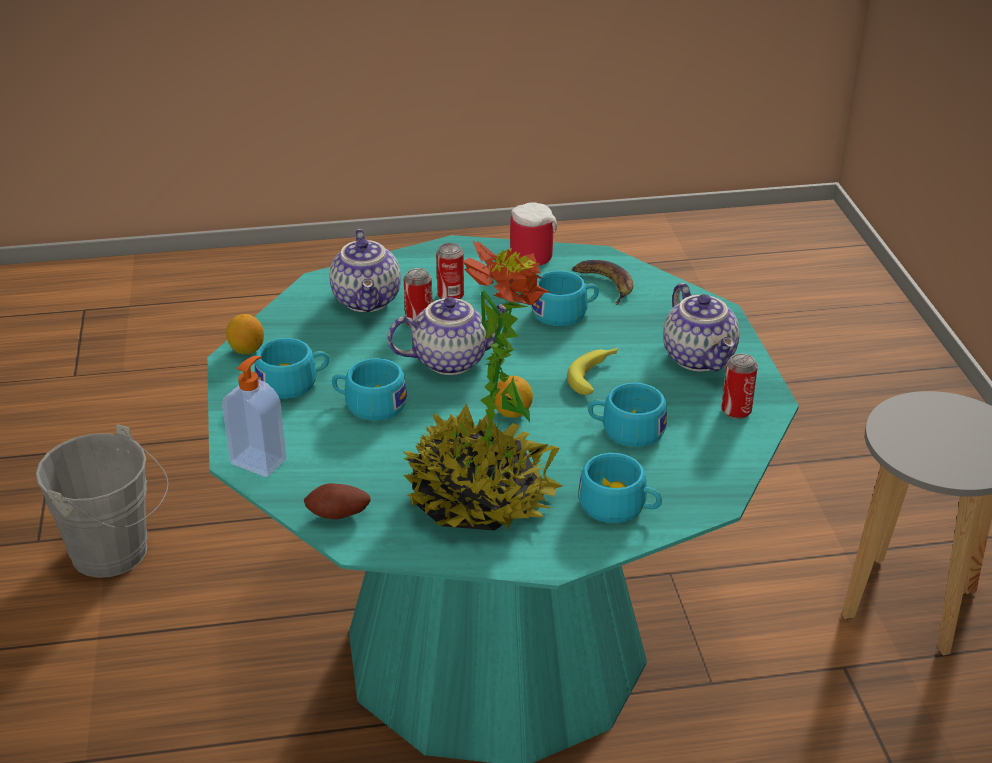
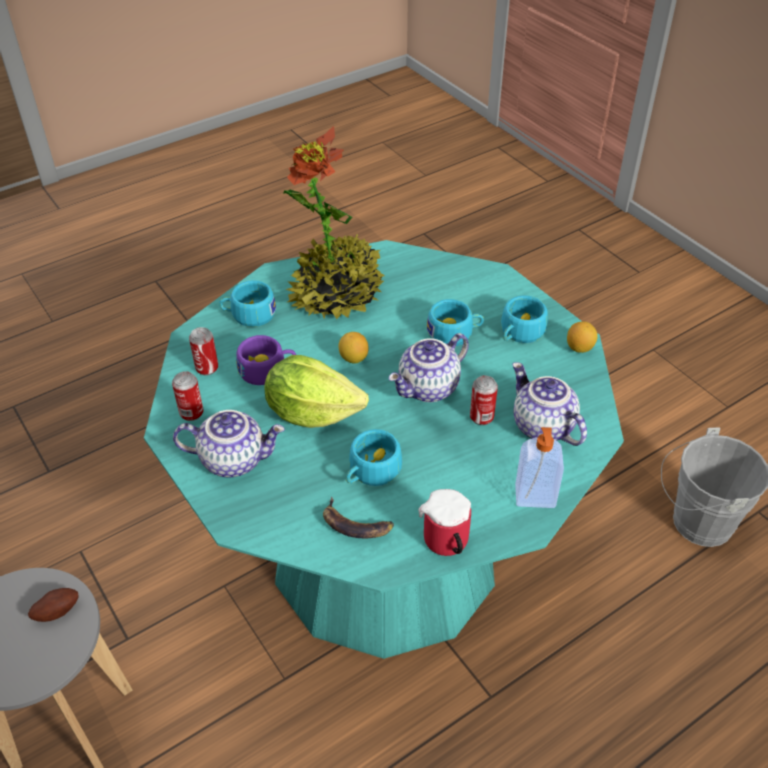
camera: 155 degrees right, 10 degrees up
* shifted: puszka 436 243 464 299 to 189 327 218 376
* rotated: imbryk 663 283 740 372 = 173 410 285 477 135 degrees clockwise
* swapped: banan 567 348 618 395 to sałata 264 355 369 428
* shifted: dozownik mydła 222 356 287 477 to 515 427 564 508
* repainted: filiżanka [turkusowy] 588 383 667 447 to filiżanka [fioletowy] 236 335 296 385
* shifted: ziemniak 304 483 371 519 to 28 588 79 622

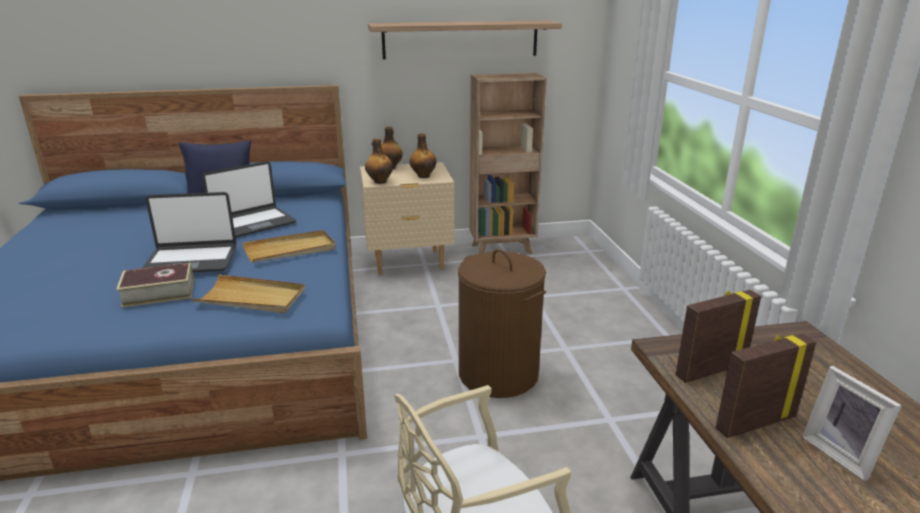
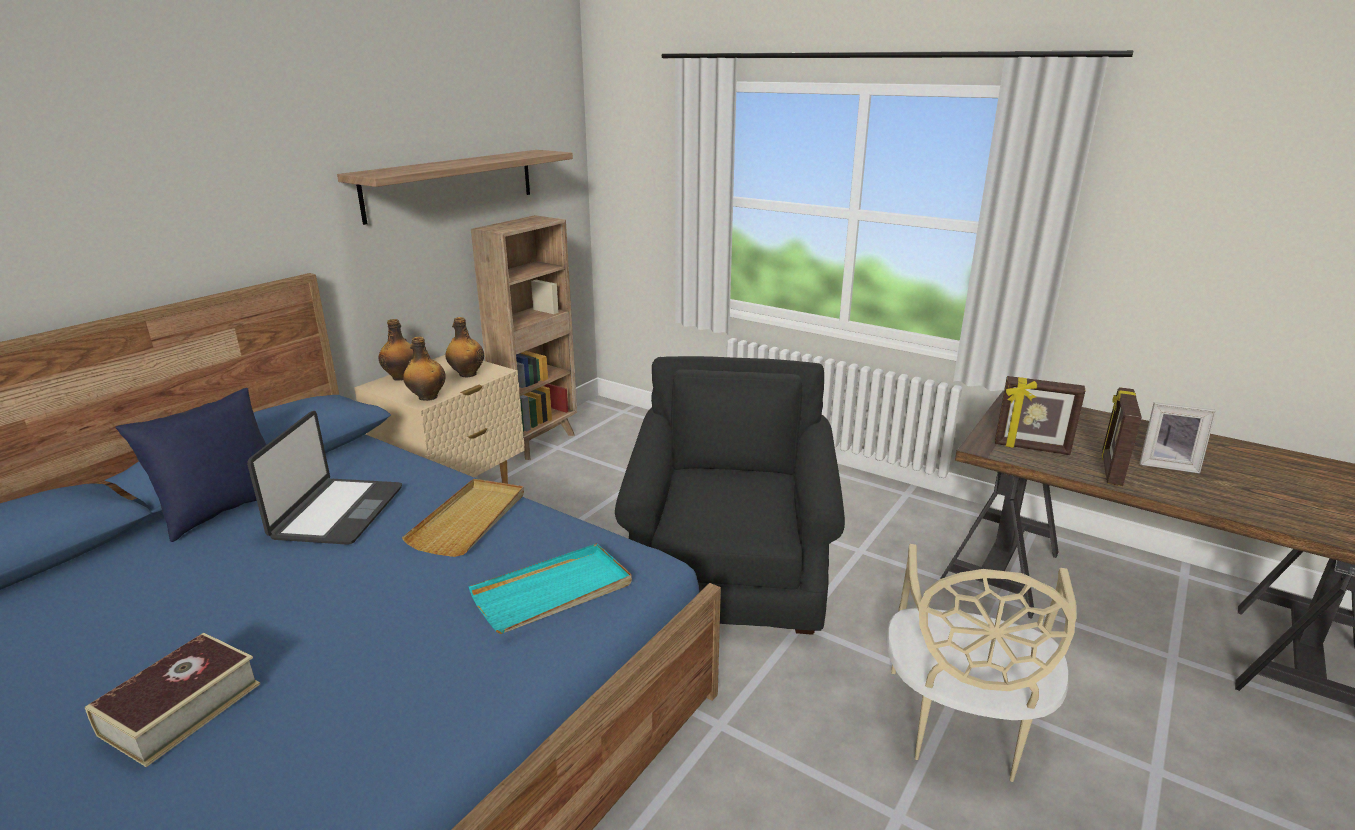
camera: 45 degrees left, 0 degrees up
* gone: laptop 142 192 236 273
* swapped: kosz na pranie [brązowy] 458 249 546 398 to fotel [czarny] 615 356 845 635
* shifted: książka 116 263 194 308 to 85 633 260 767
* repainted: taca [beżowy] 191 275 305 313 to taca [turkusowy] 468 543 632 634
* rotated: ramka na zdjęcie 675 290 761 383 = 995 376 1086 455 90 degrees counterclockwise

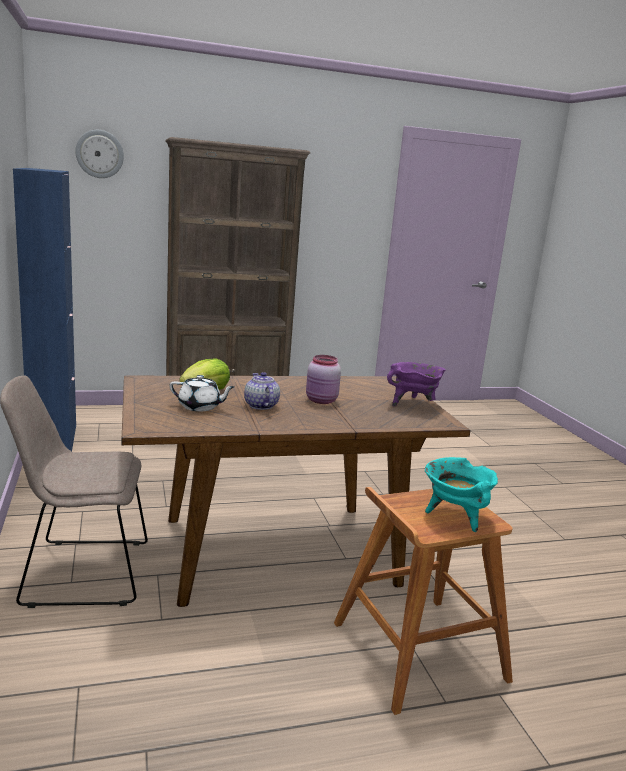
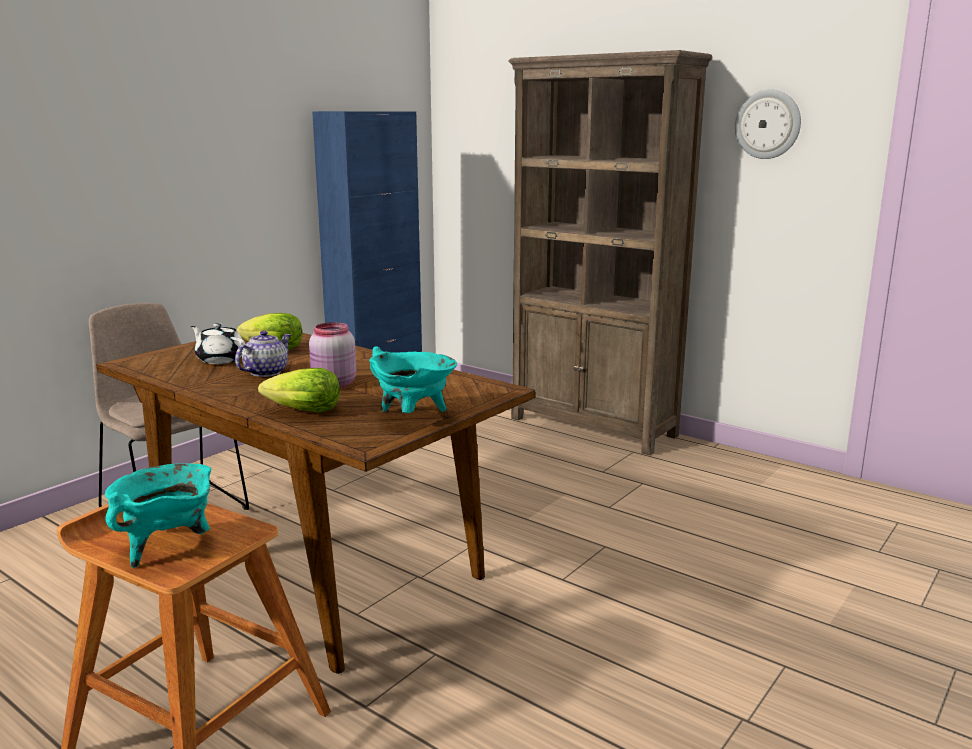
camera: 55 degrees right, 0 degrees up
* shifted: zegar ścienny 75 130 124 178 to 735 89 801 159
* repainted: garnek [fioletowy] 387 362 445 406 to garnek [turkusowy] 369 346 457 413
* rotated: imbryk [biały] 169 375 235 411 = 191 323 245 364 150 degrees clockwise
* new: sałata 258 368 340 413

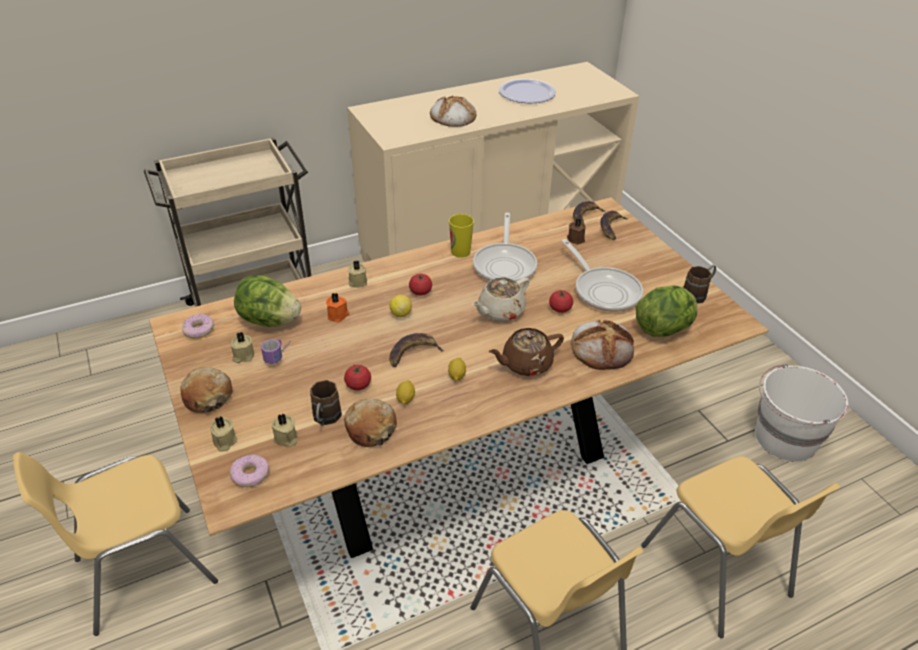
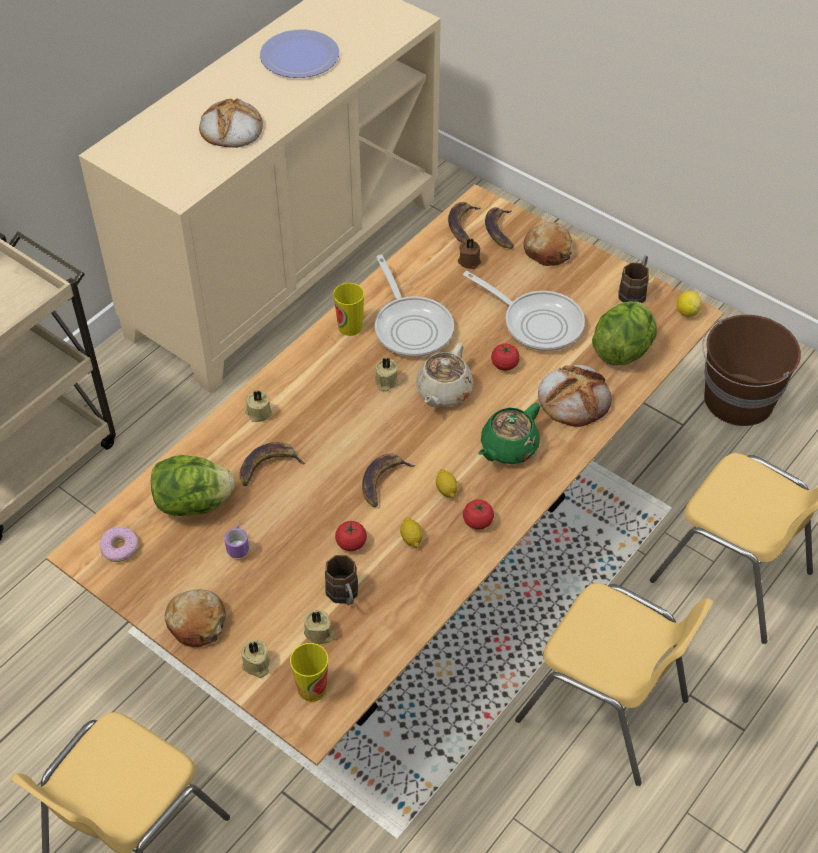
camera: 25 degrees left, 10 degrees up
* shifted: pomidor 409 274 432 295 to 463 499 494 530
* swapped: świeca [pomarańczowy] 326 293 349 322 to banan 239 442 305 486
* shifted: cytryna 389 295 412 317 to 677 291 702 317
* repainted: imbryk [brązowy] 489 328 564 376 to imbryk [zielony] 478 403 540 464
* shifted: świeca [beżowy] 231 332 254 363 to 375 357 398 392
* repainted: wiadro [biały] 755 364 848 462 to wiadro [brązowy] 702 315 801 426
* shifted: chleb 344 399 397 447 to 524 222 574 266
* swapped: donut 230 454 269 487 to filiżanka 290 643 328 702

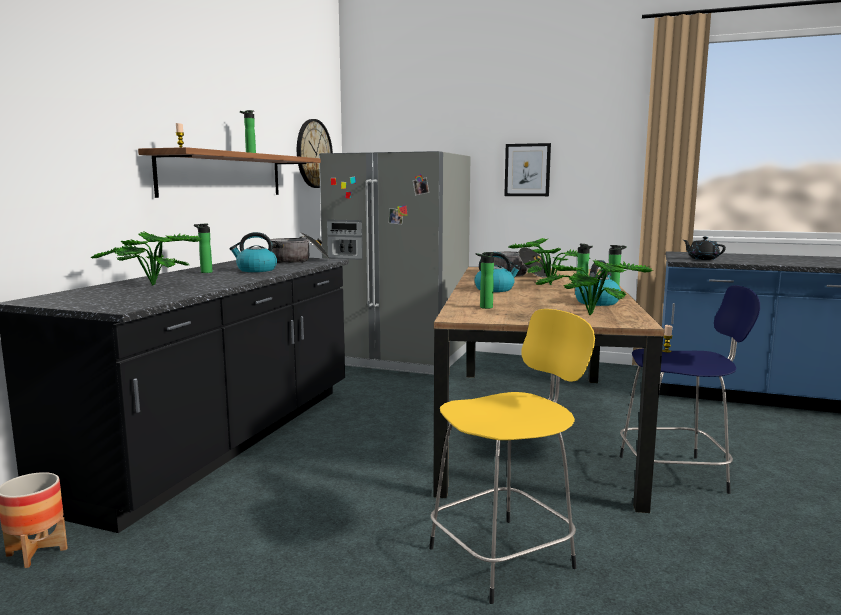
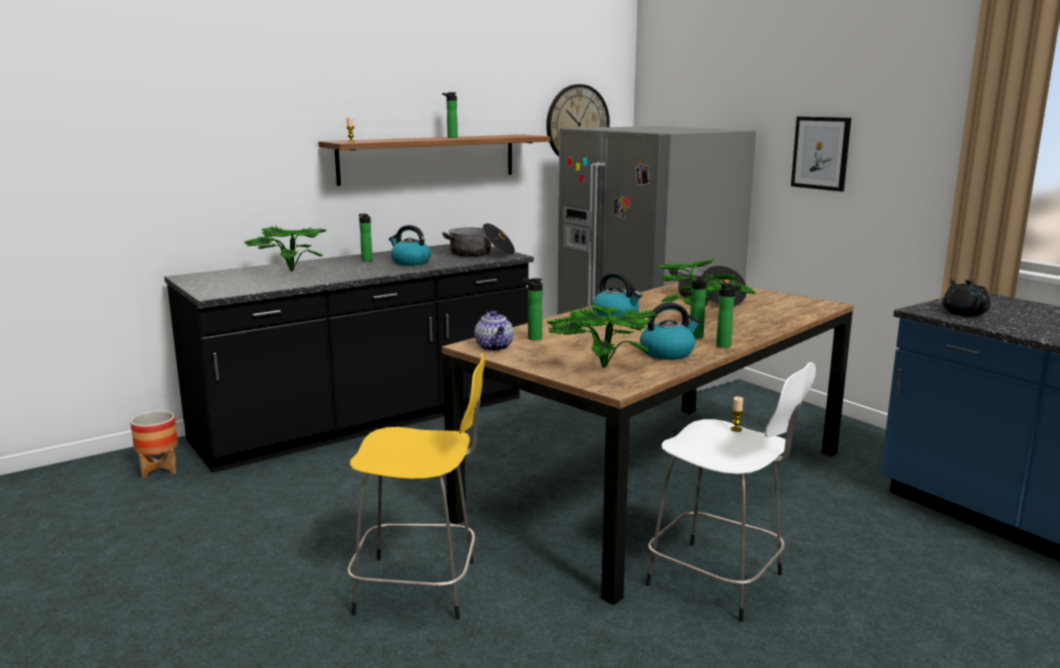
camera: 35 degrees right, 5 degrees up
* repainted: stołek [niebieski] 619 285 760 494 to stołek [biały] 646 362 816 622
* new: imbryk 475 311 514 351

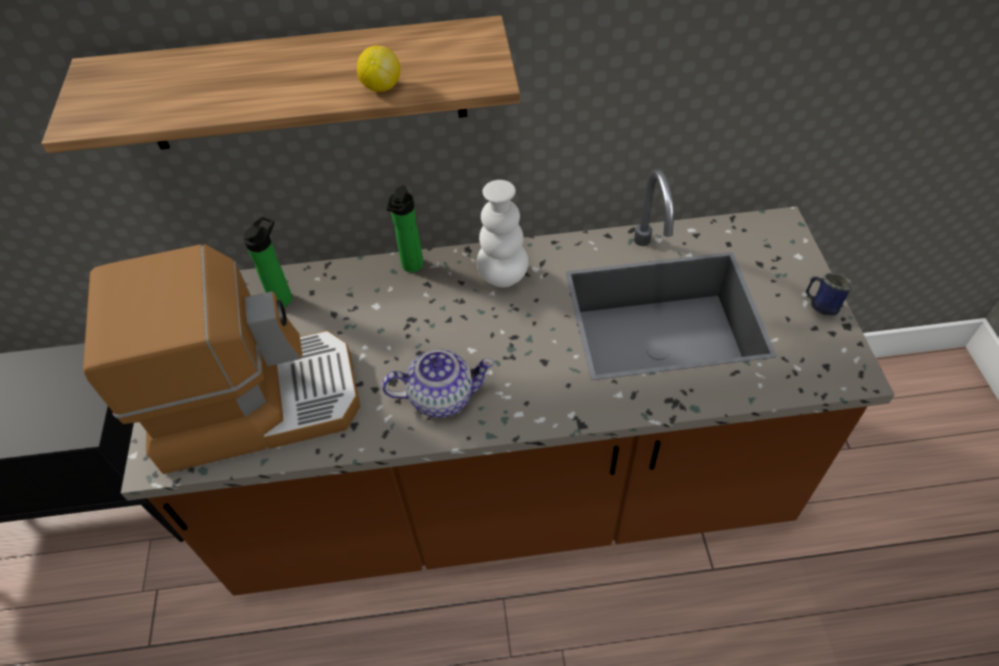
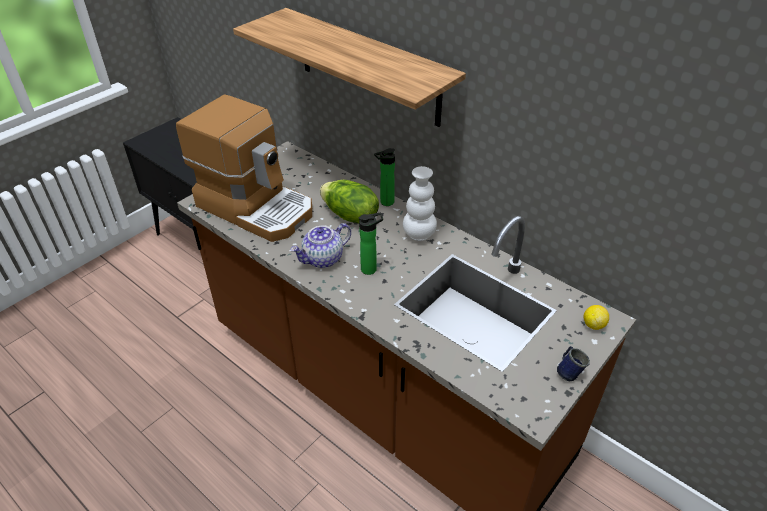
camera: 45 degrees right, 10 degrees down
* shifted: cytryna 357 46 401 92 to 584 305 609 330
* shifted: butelka 243 216 292 307 to 359 213 383 275
* rotated: imbryk 382 349 494 418 = 290 223 351 268 105 degrees clockwise
* new: sałata 320 180 379 224

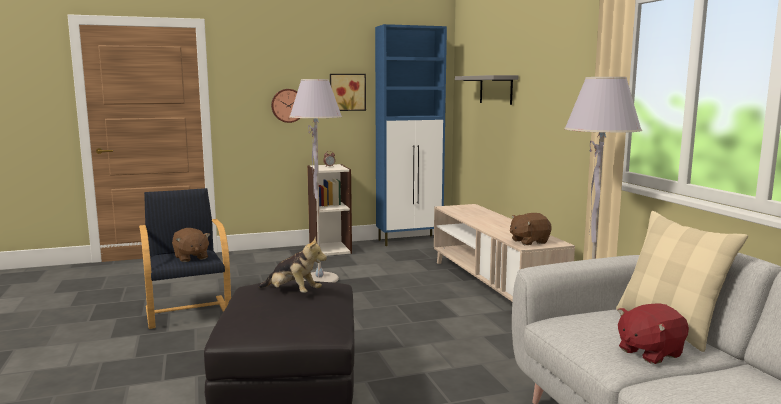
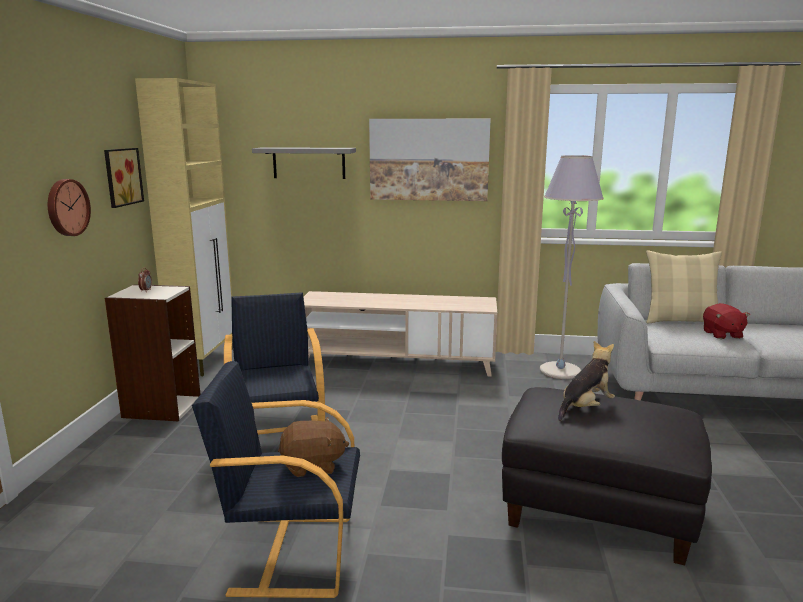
camera: 65 degrees left, 5 degrees up
* repainted: szafka [niebieski] 375 24 447 246 to szafka [beżowy] 135 78 233 376
* swapped: lampa stojąca [szary] 289 79 342 283 to fotel [czarny] 224 292 325 435
* gone: pluszak [brązowy] 510 213 552 245
* new: obraz 369 119 491 201

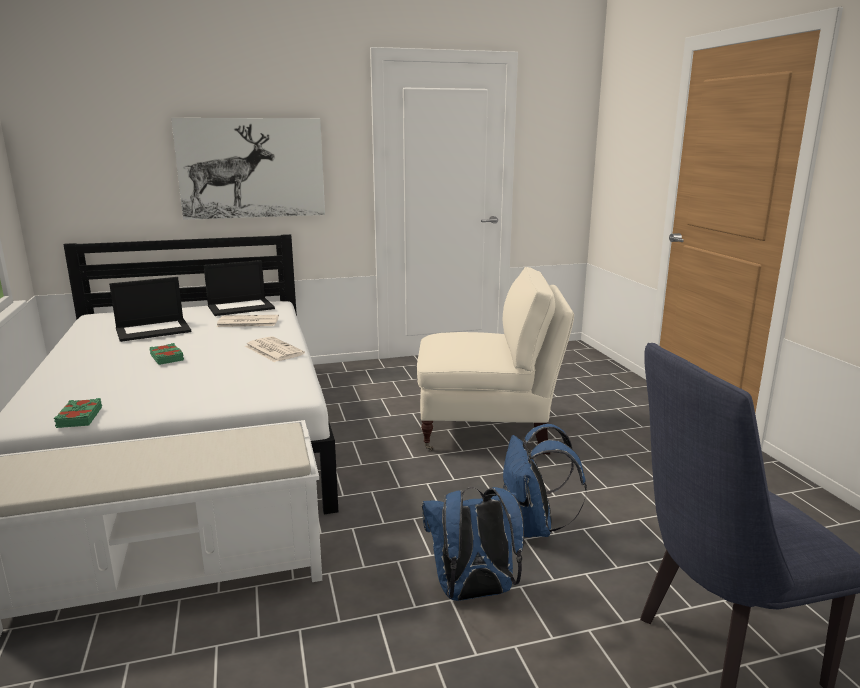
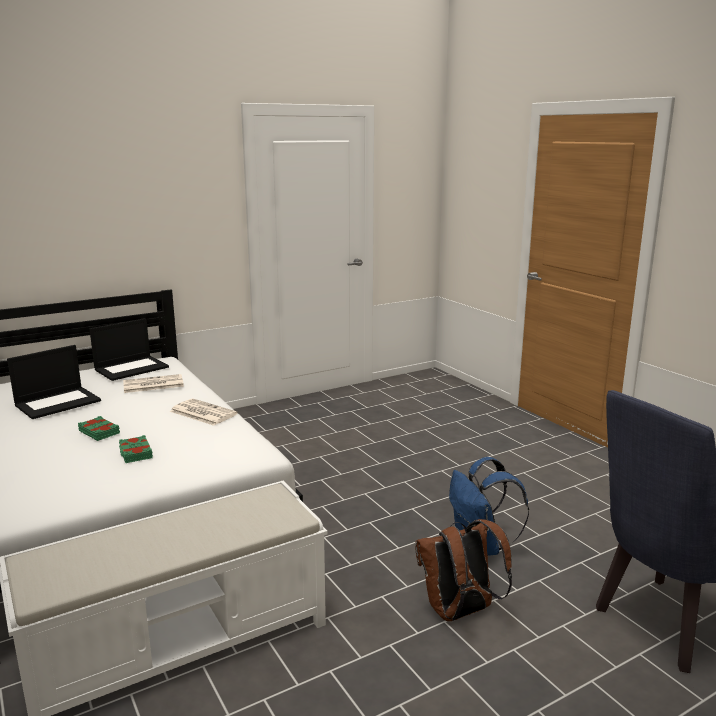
camera: 15 degrees left, 0 degrees up
* gone: obraz 171 118 325 220
* gone: fotel [beżowy] 417 267 574 455
* shifted: książka [zielony] 54 398 102 428 to 119 435 153 463
* repainted: plecak [niebieski] 422 487 524 601 to plecak [brązowy] 415 519 512 621

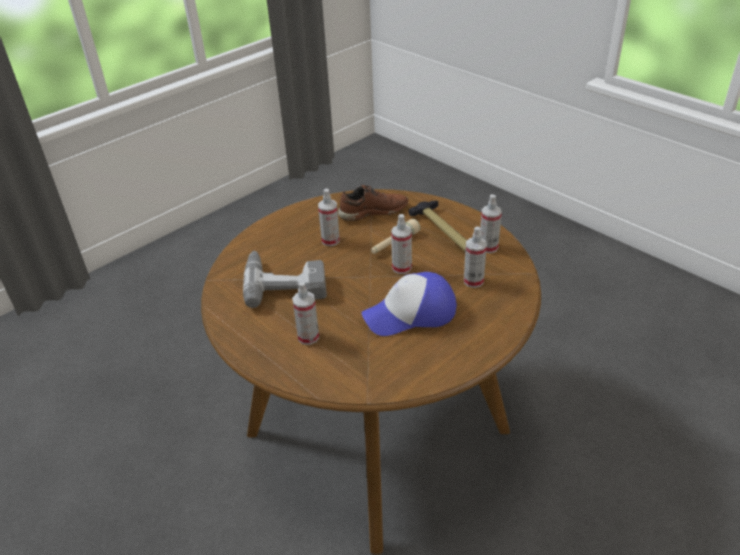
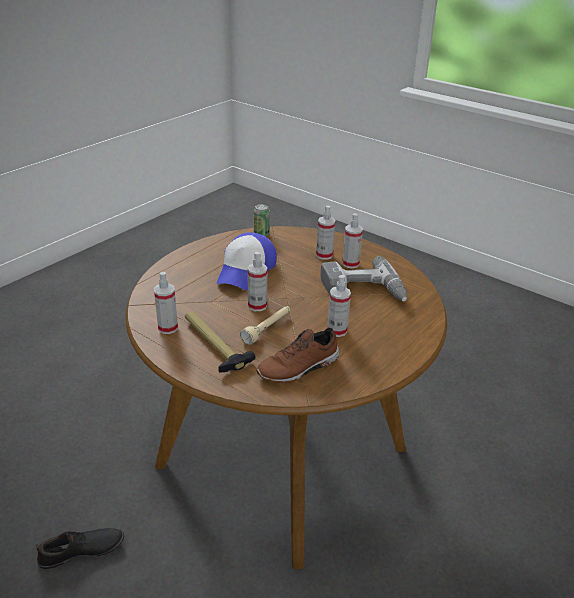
camera: 170 degrees right, 5 degrees down
* shifted: spryskiwacz 464 226 487 288 to 342 213 363 268
* rotated: czapka z daszkiem 362 272 457 336 = 217 232 277 290 135 degrees clockwise
* new: puszka 254 204 270 237
* new: but [czarny] 36 528 124 569

